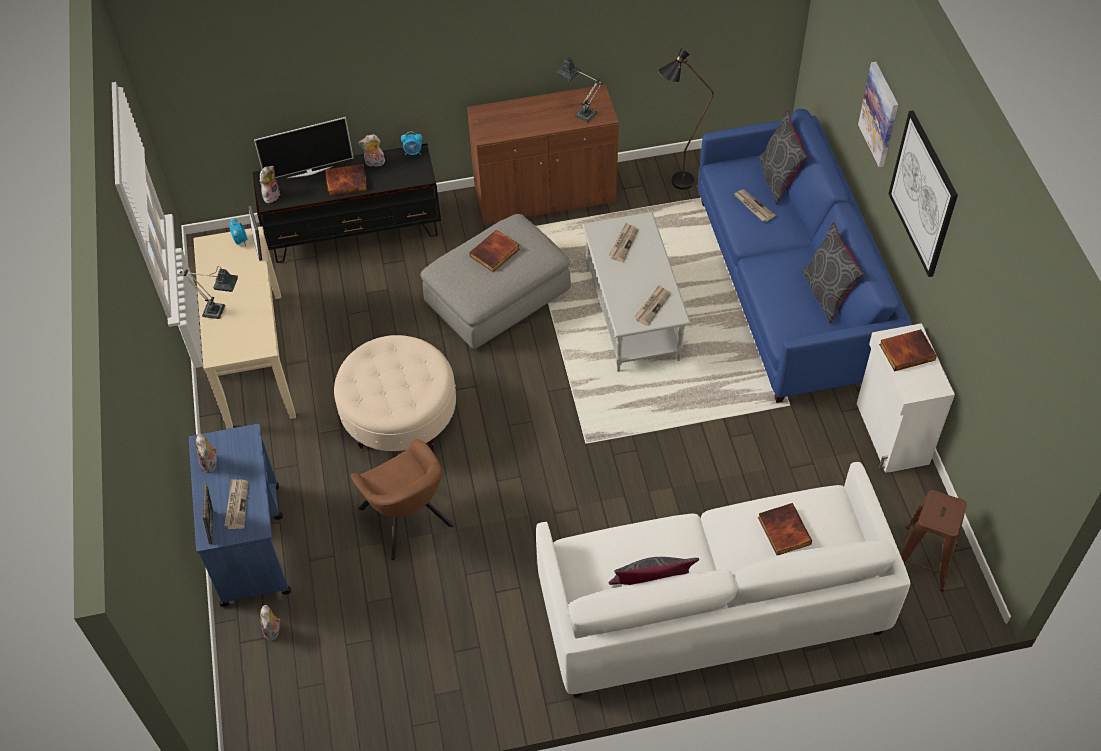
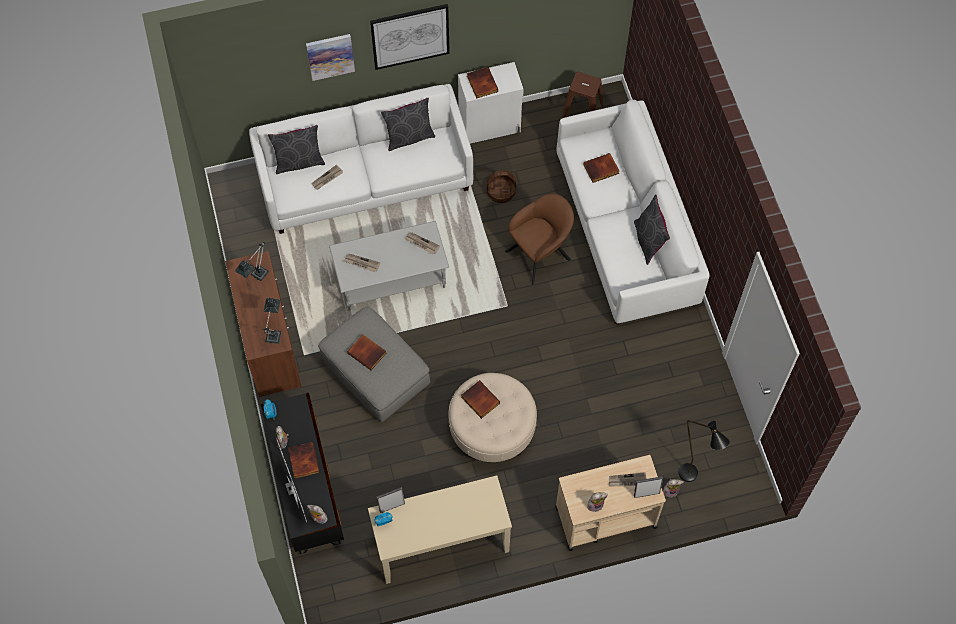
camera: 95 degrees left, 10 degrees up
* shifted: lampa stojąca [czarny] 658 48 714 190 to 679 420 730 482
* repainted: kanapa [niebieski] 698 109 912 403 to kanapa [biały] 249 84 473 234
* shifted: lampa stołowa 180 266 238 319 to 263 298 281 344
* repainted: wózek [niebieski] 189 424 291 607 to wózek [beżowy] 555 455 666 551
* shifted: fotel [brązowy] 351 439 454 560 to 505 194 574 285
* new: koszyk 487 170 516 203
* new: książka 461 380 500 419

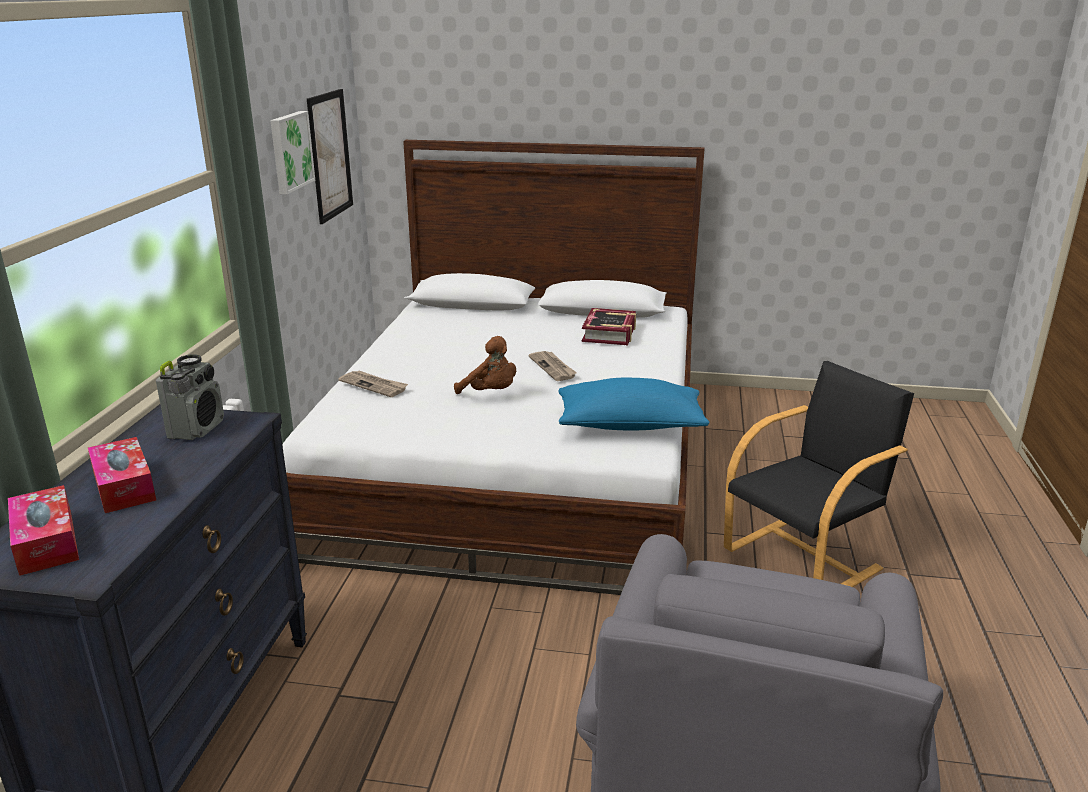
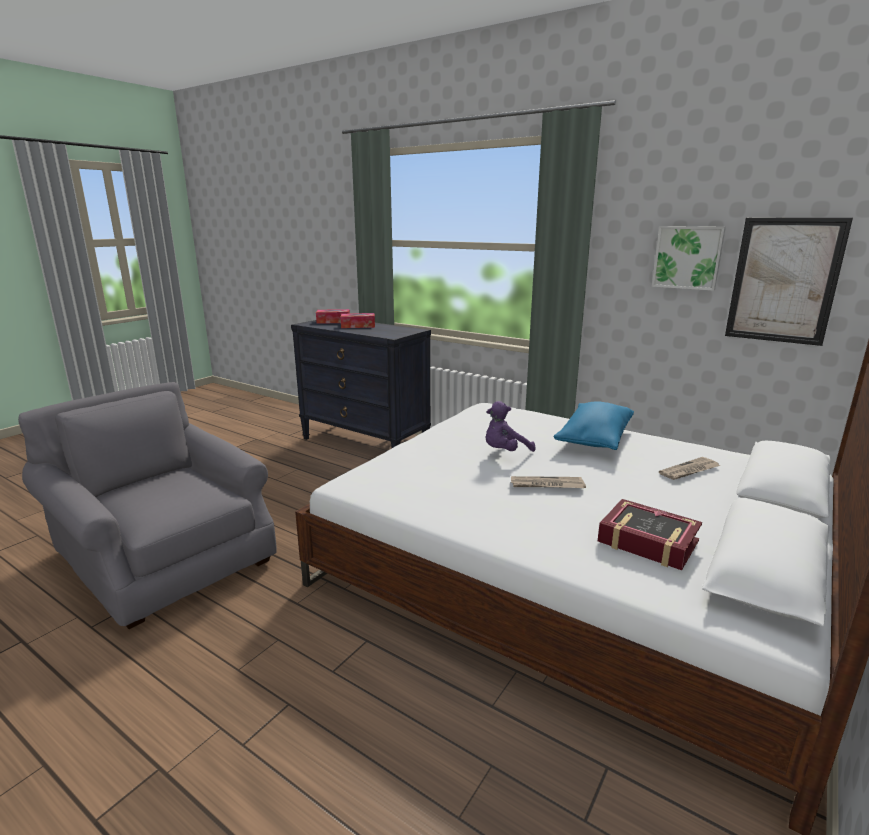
camera: 115 degrees right, 5 degrees down
* repainted: pluszak [brązowy] 454 336 516 394 to pluszak [fioletowy] 486 401 536 452
* gone: radio 156 354 224 440
* gone: fotel [czarny] 724 361 914 587
* shifted: gazeta 338 371 408 397 to 659 457 721 480
* shifted: poduszka [niebieski] 558 377 709 430 to 553 401 634 450

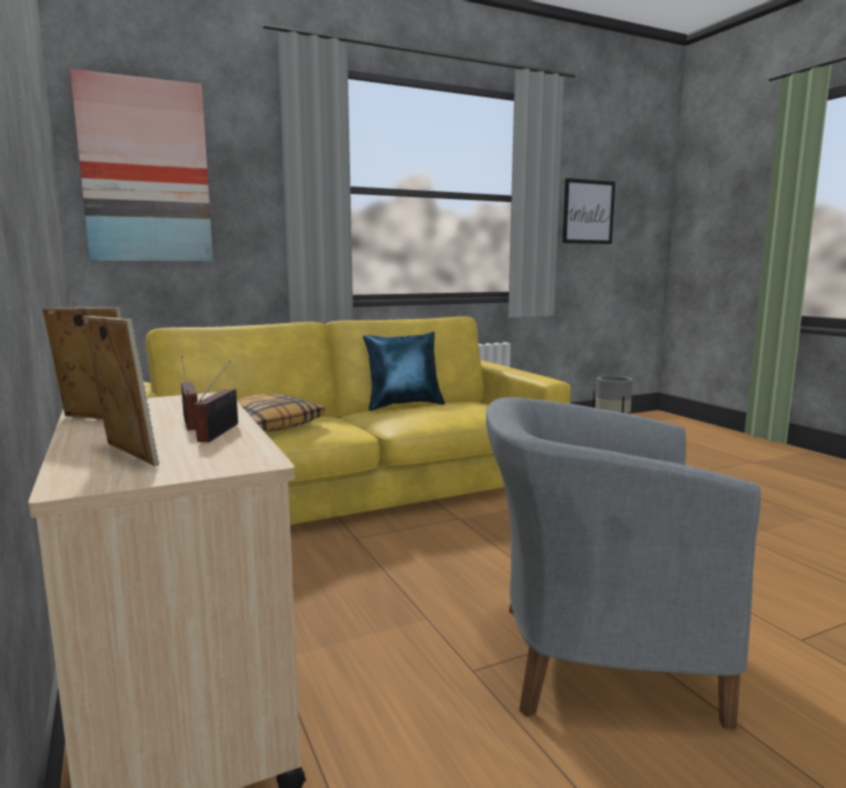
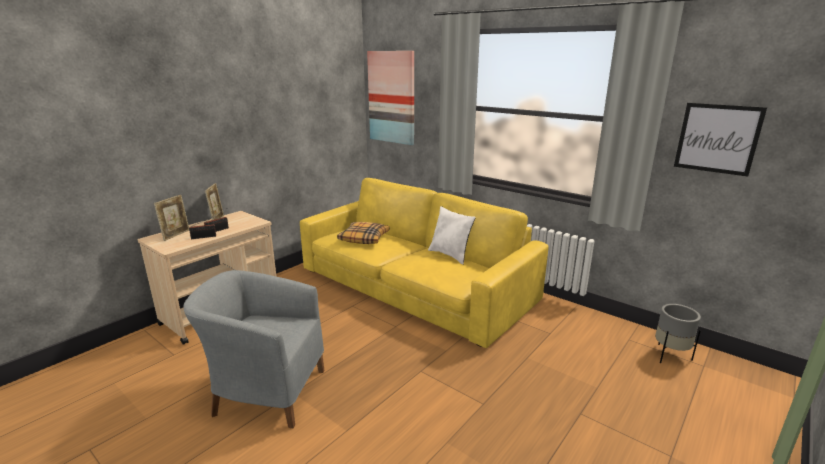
camera: 65 degrees right, 10 degrees up
* repainted: poduszka [niebieski] 363 332 445 411 to poduszka [biały] 428 206 476 265
* rotated: fotel [szary] 486 397 761 729 = 183 270 324 428 60 degrees counterclockwise

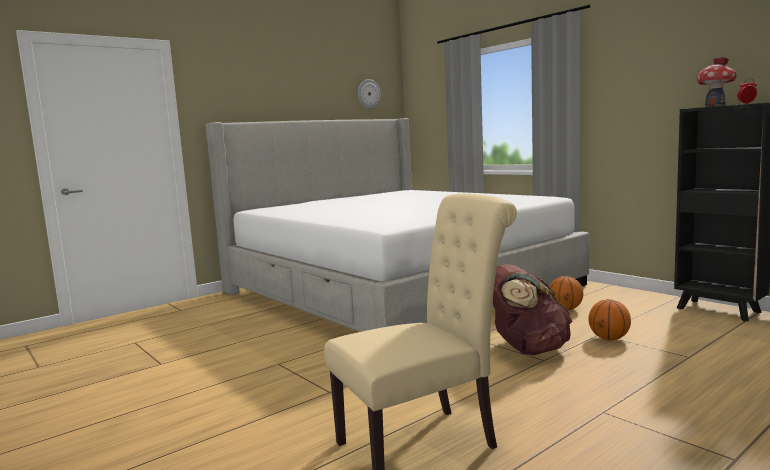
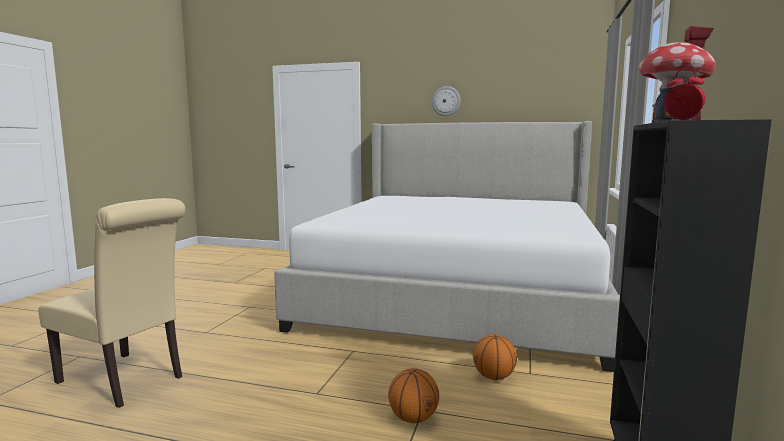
camera: 55 degrees right, 0 degrees up
* shifted: zegar ścienny 358 79 381 109 to 432 86 460 116
* gone: plecak [brązowy] 492 264 573 355

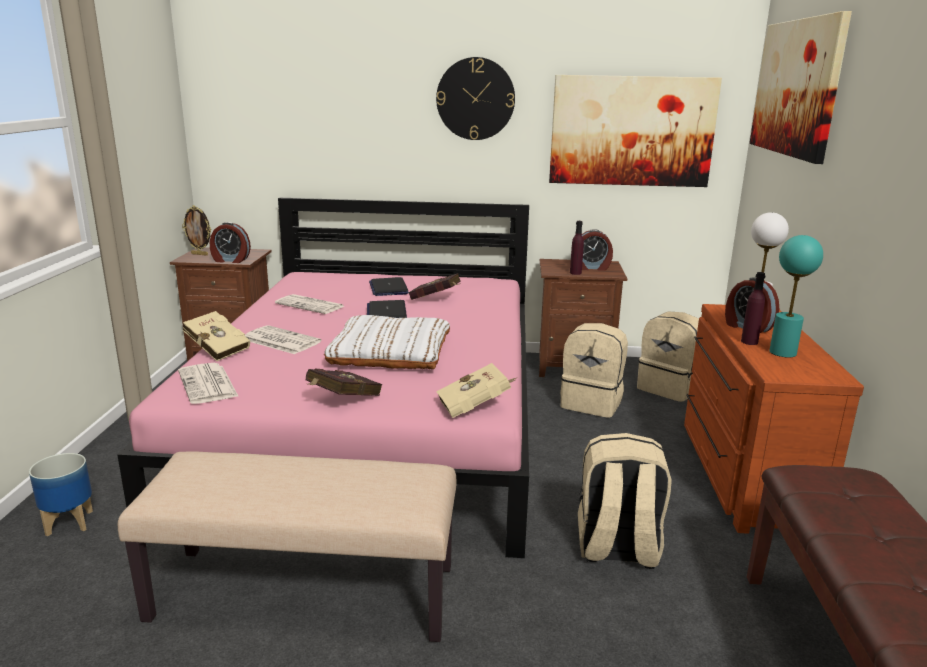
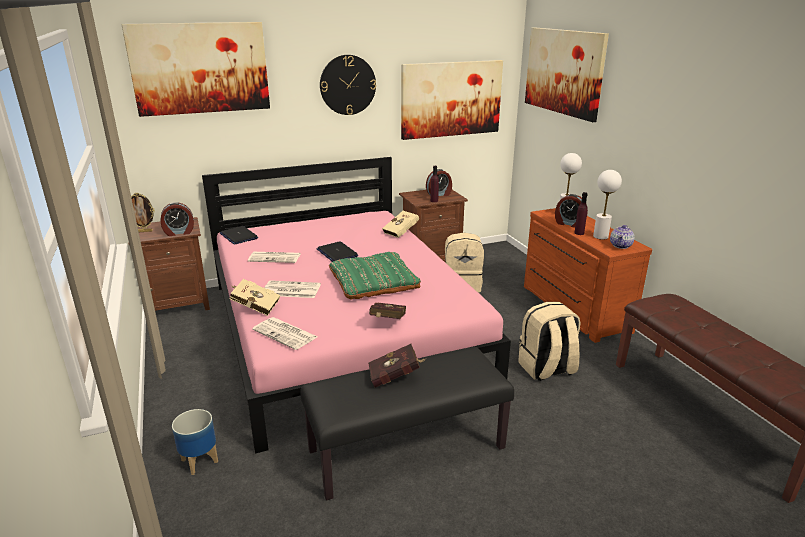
camera: 25 degrees left, 5 degrees up
* repainted: lampa stołowa [turkusowy] 769 235 823 358 to lampa stołowa [biały] 593 170 622 240
* shifted: książka [czerwony] 409 273 461 300 to 368 344 427 387
* shifted: laptop 369 277 409 296 to 220 226 258 244
* gone: plecak [beżowy] 637 312 699 402
* repainted: poduszka [biały] 324 315 450 369 to poduszka [zielony] 329 252 421 300
* shifted: książka [beżowy] 436 363 516 418 to 382 211 419 238
* repainted: ławka [beżowy] 118 451 456 642 to ławka [czarny] 300 347 514 501
* new: obraz 121 22 270 117
* new: imbryk 610 225 635 249

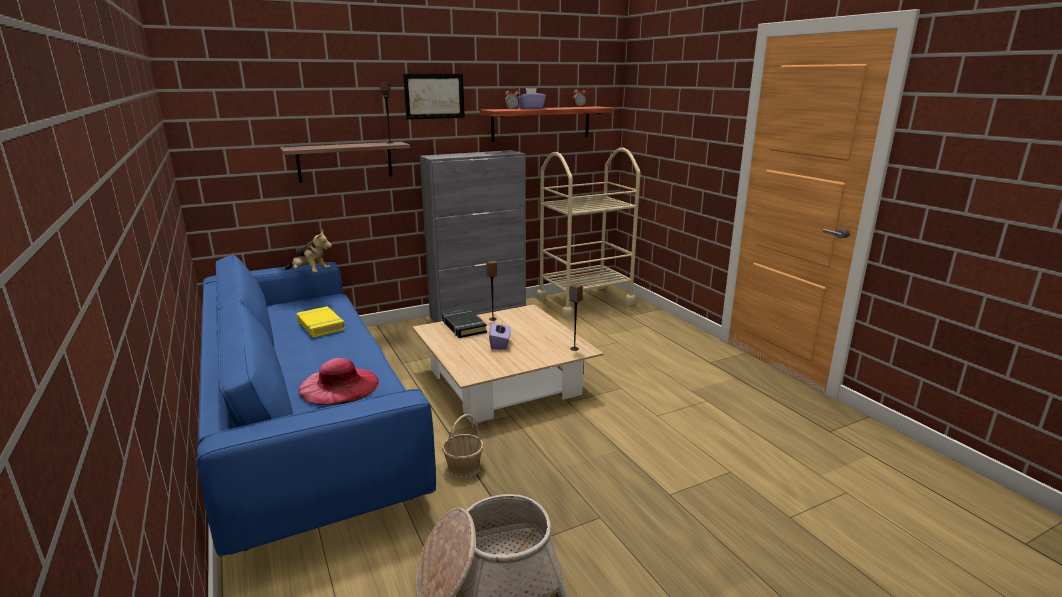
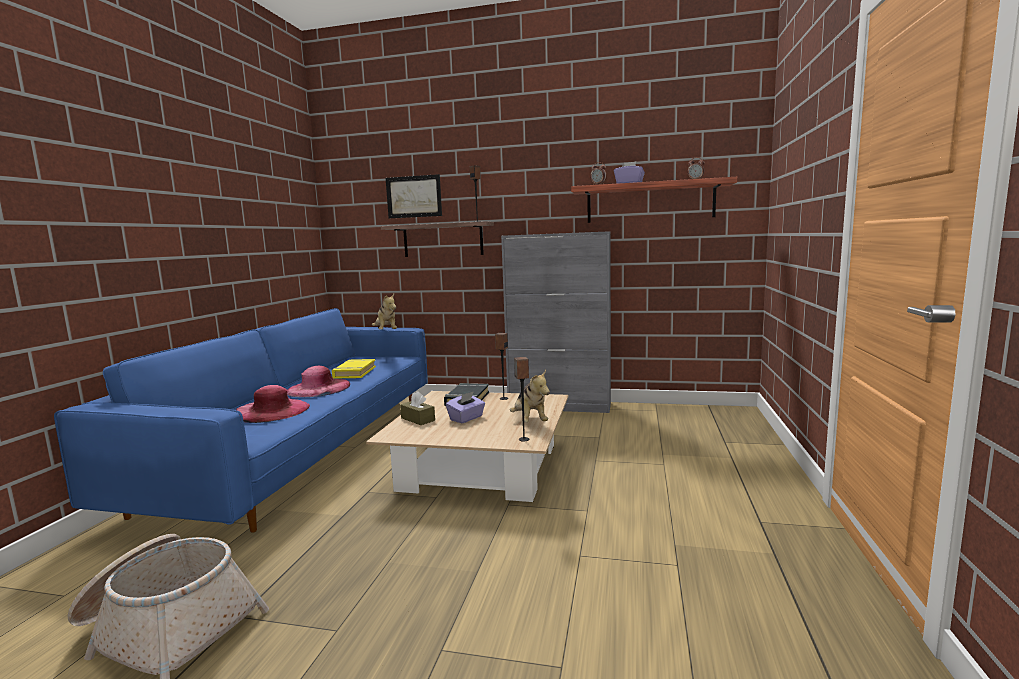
camera: 40 degrees right, 10 degrees down
* shifted: obraz 403 74 465 120 to 386 174 442 218
* gone: wózek [beżowy] 537 148 641 318
* gone: koszyk 442 414 484 479
* new: kapelusz [różowy] 287 366 350 397
* new: pluszak 510 370 550 422
* new: pudełko chusteczek [brązowy] 400 391 435 425

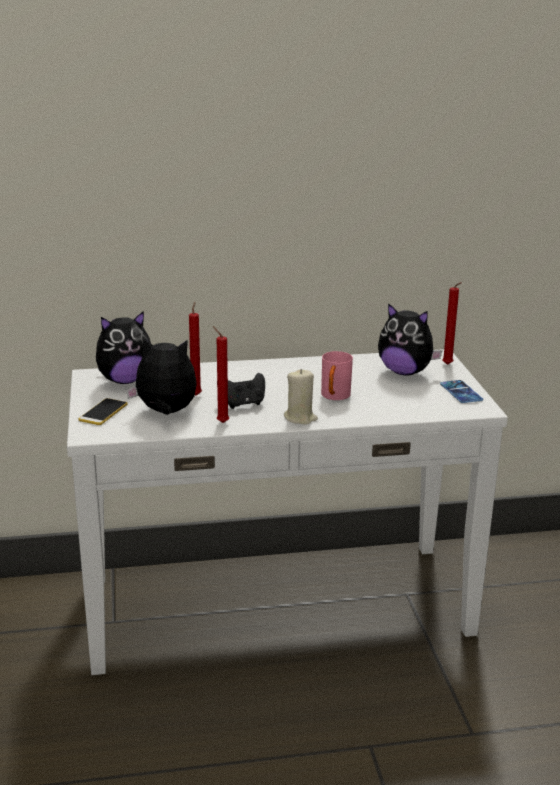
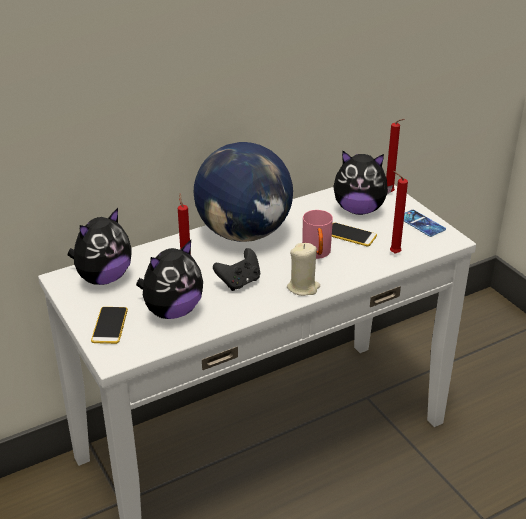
camera: 20 degrees left, 10 degrees up
* shifted: świeca [czerwony] 213 326 229 423 to 390 171 408 254
* rotated: pluszak 126 336 197 415 = 136 240 203 319 150 degrees clockwise
* new: globus 194 142 293 242
* new: telefon 332 223 377 246

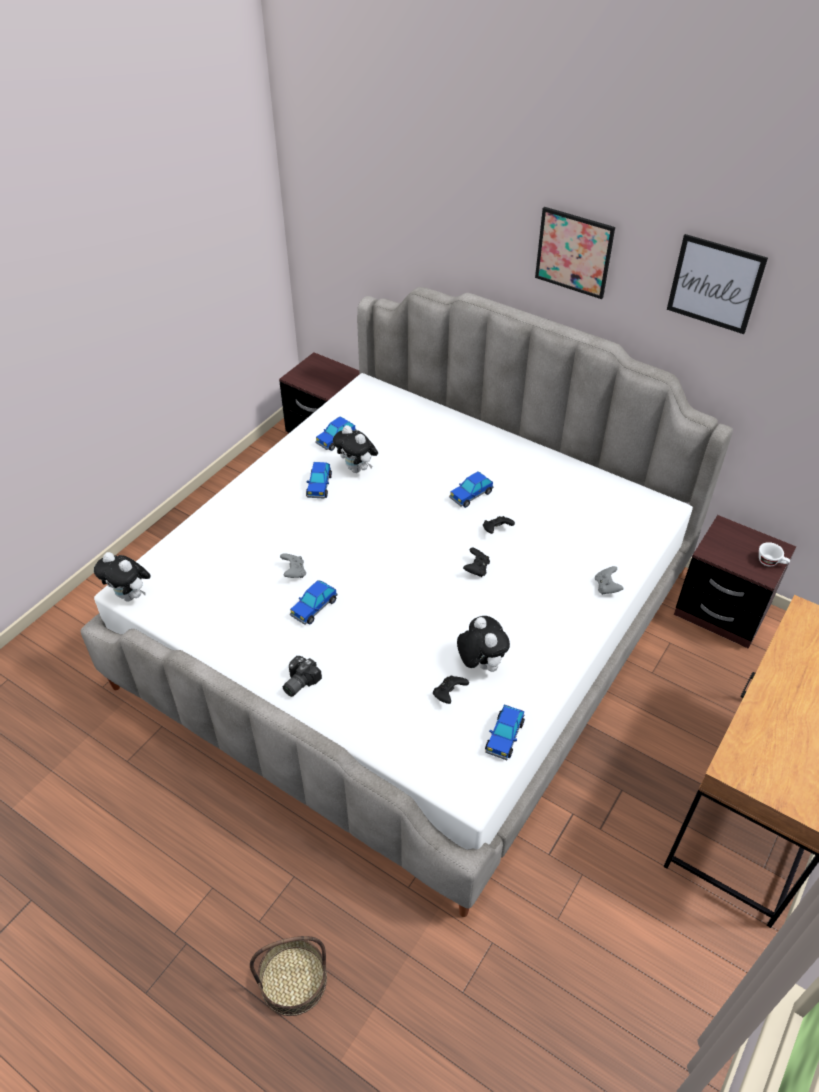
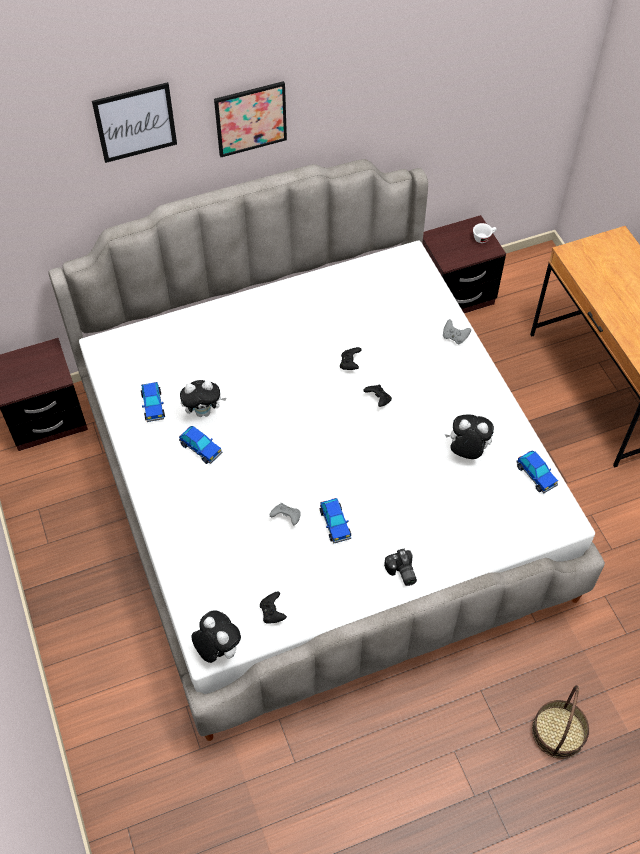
camera: 55 degrees left, 10 degrees up
* shifted: obraz 667 234 768 334 to 92 82 177 163
* gone: samochodzik 449 471 494 508
* rotated: pluszak 94 552 151 602 = 191 610 241 663 105 degrees counterclockwise
* shifted: pad do gier [czarny] 433 675 469 704 to 260 592 287 624

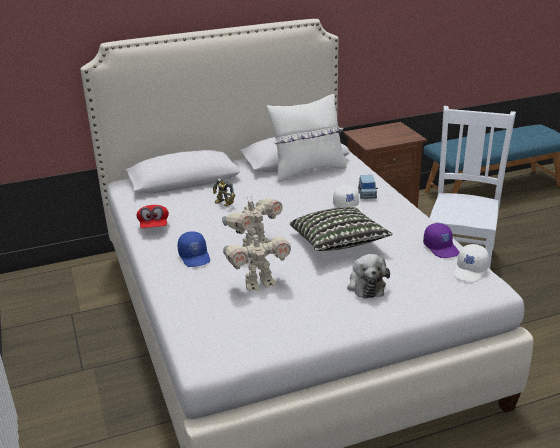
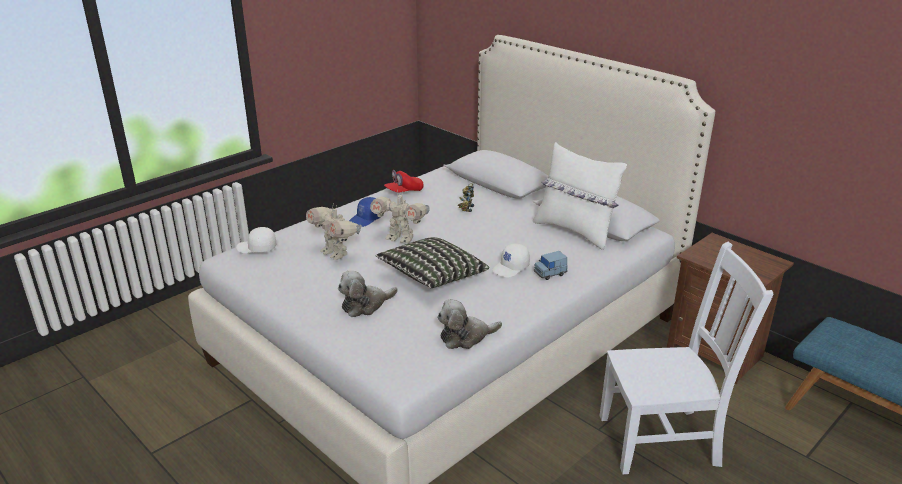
camera: 65 degrees right, 0 degrees up
* swapped: czapka z daszkiem [fioletowy] 423 223 459 258 to pluszak 437 299 502 349
* shifted: czapka z daszkiem [biały] 453 244 489 282 to 236 227 276 253

